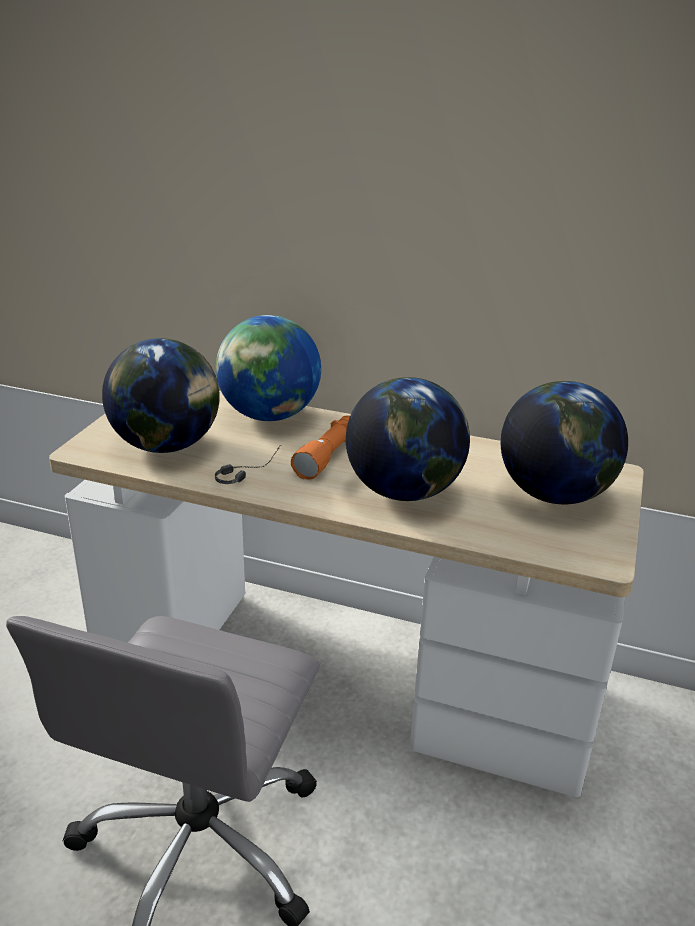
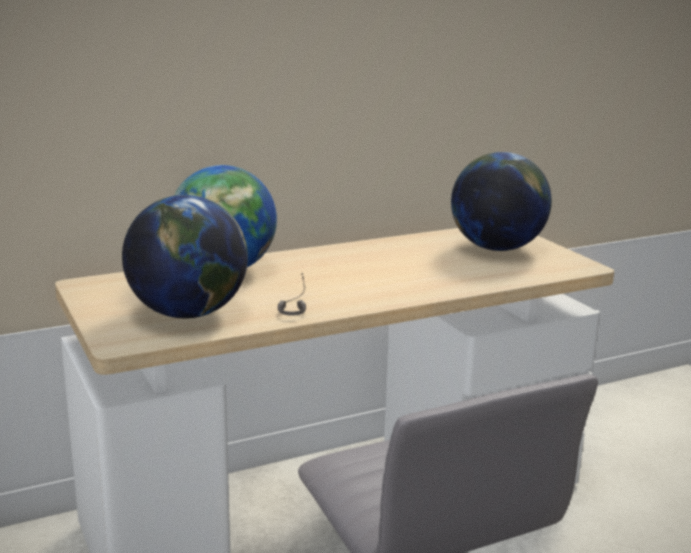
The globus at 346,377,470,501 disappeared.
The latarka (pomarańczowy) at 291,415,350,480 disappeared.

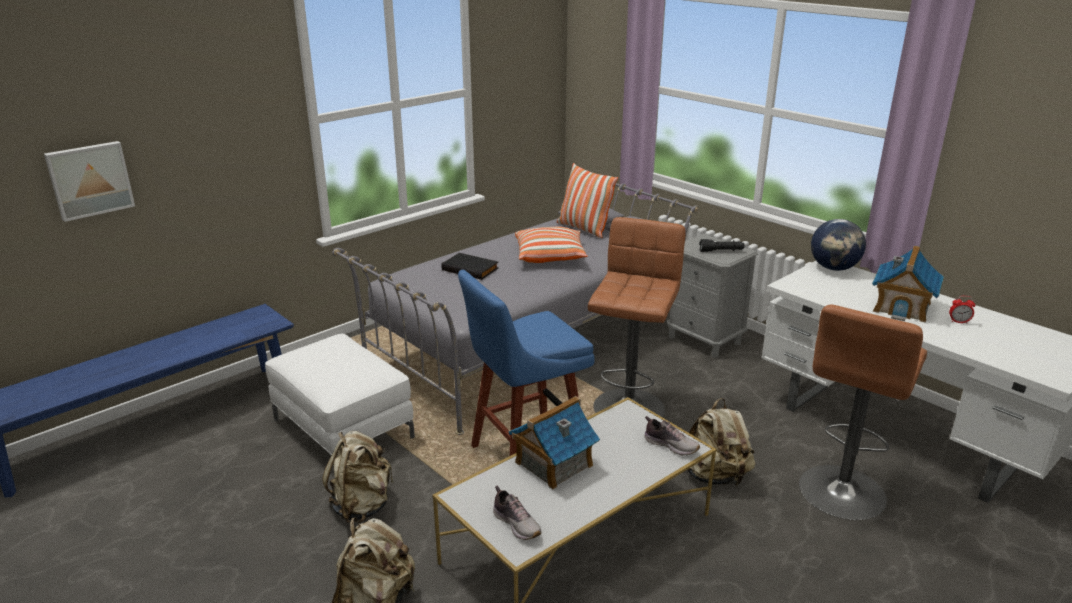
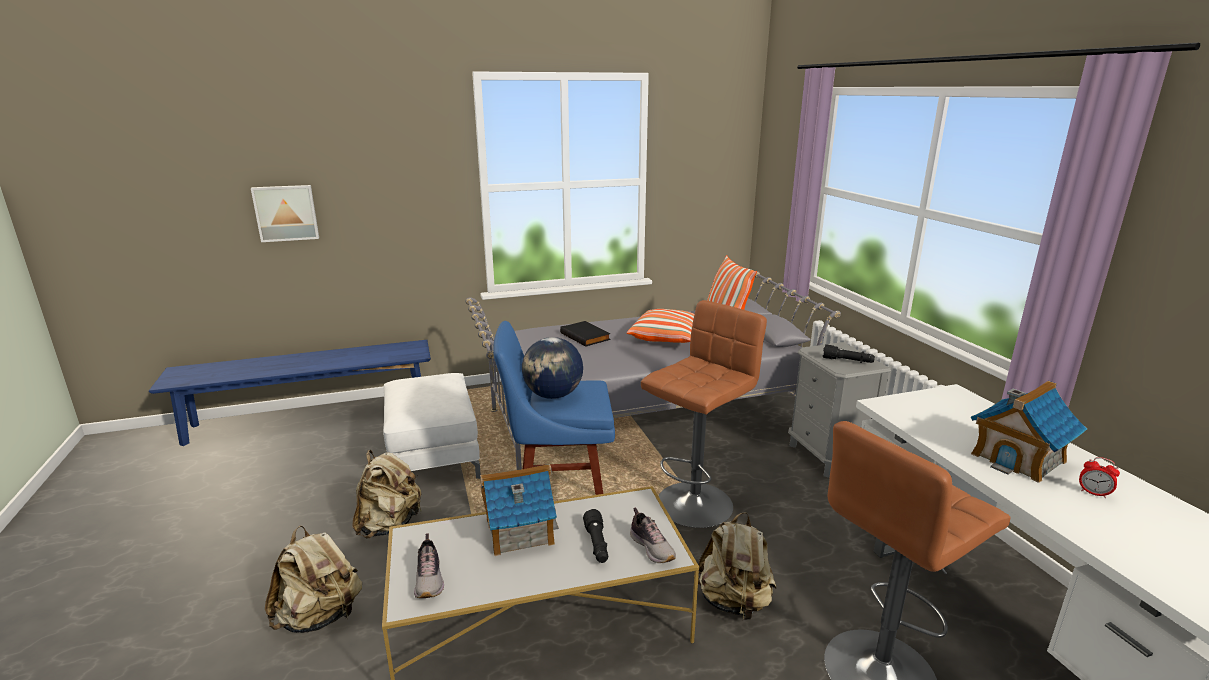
The globus moved from 811,219,866,271 to 522,337,583,399.
The latarka (czarny) at 583,509,608,563 appeared.

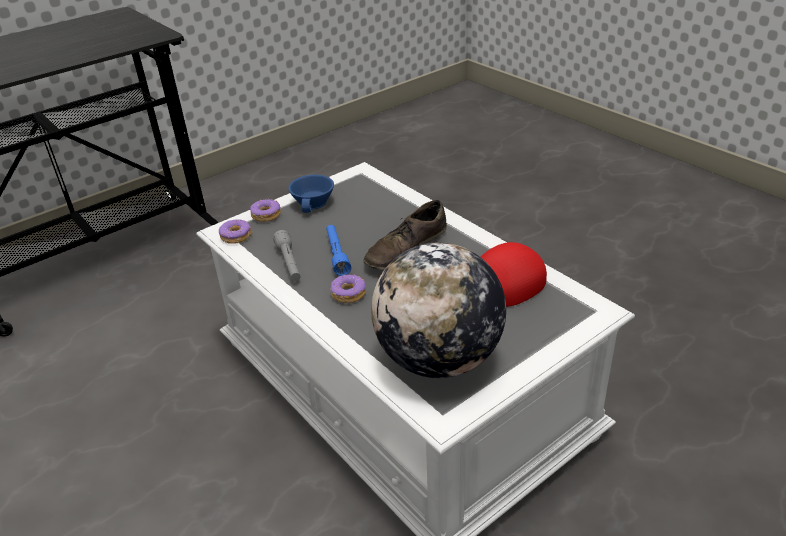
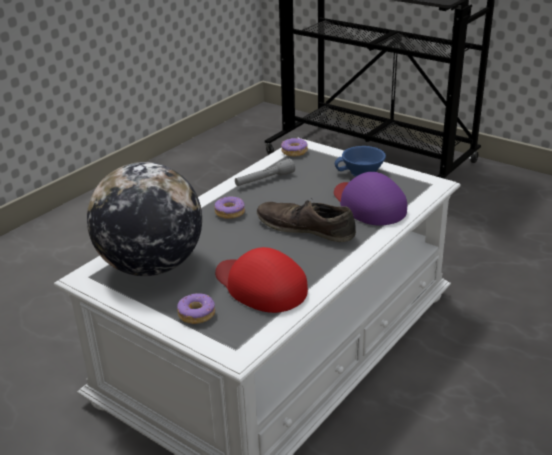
The donut moved from 250,199,281,222 to 177,293,215,324.
The latarka (niebieski) at 326,225,351,276 disappeared.
The czapka z daszkiem (fioletowy) at 334,172,407,225 appeared.

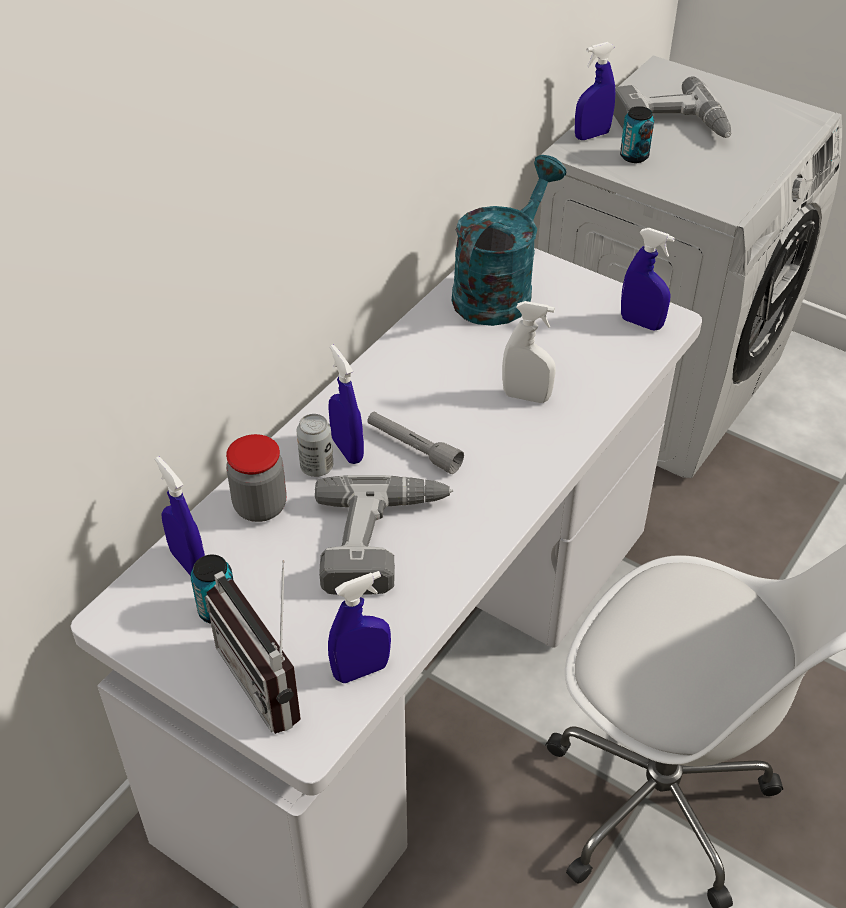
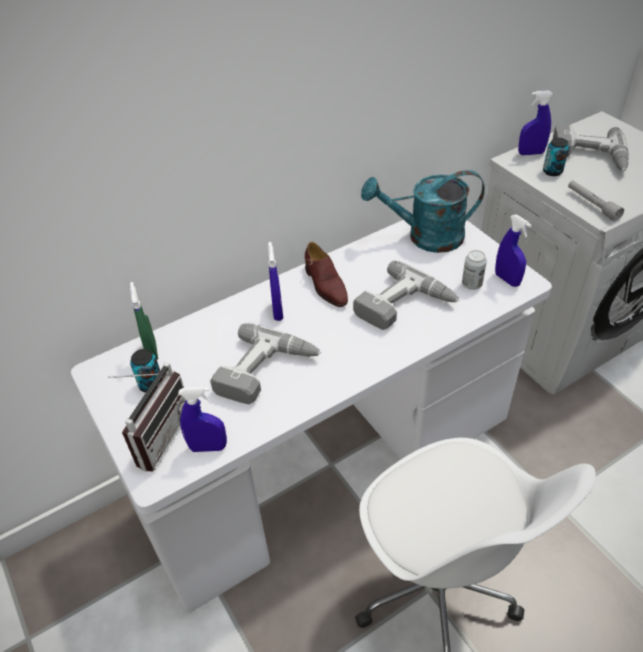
The konewka (turkusowy) at 452,155,567,326 turned 150 degrees counterclockwise.
The spryskiwacz (biały) at 502,301,556,403 was replaced by the wiertarka at 353,261,459,330.
The latarka (szary) moved from 367,412,464,474 to 568,181,624,221.
The puszka moved from 297,414,333,477 to 462,250,487,290.
The słoik at 226,434,286,522 disappeared.
The spryskiwacz (niebieski) at 155,456,205,576 became the spryskiwacz (zielony) at 130,282,158,360.
The radio at 205,560,301,734 turned 150 degrees counterclockwise.
The but (brązowy) at 305,242,348,307 appeared.

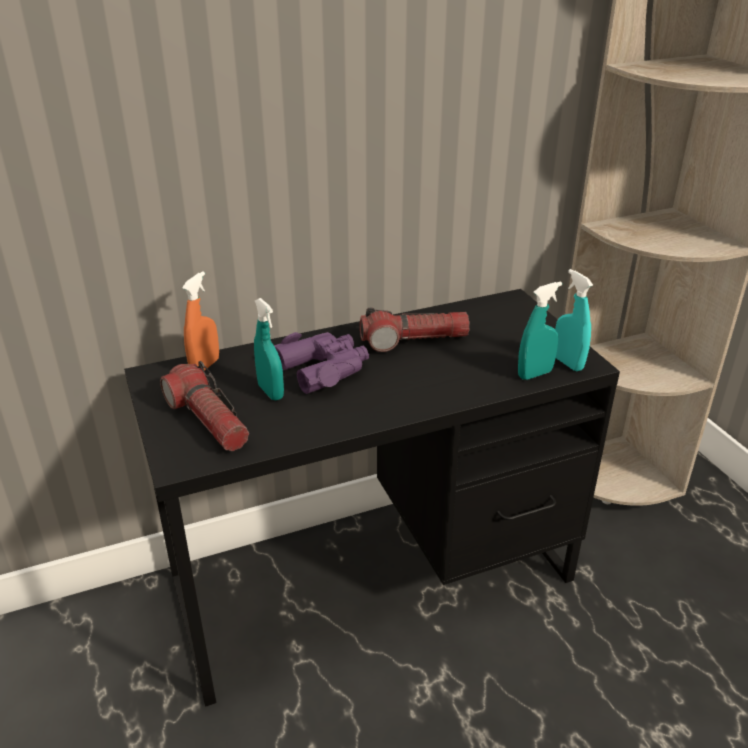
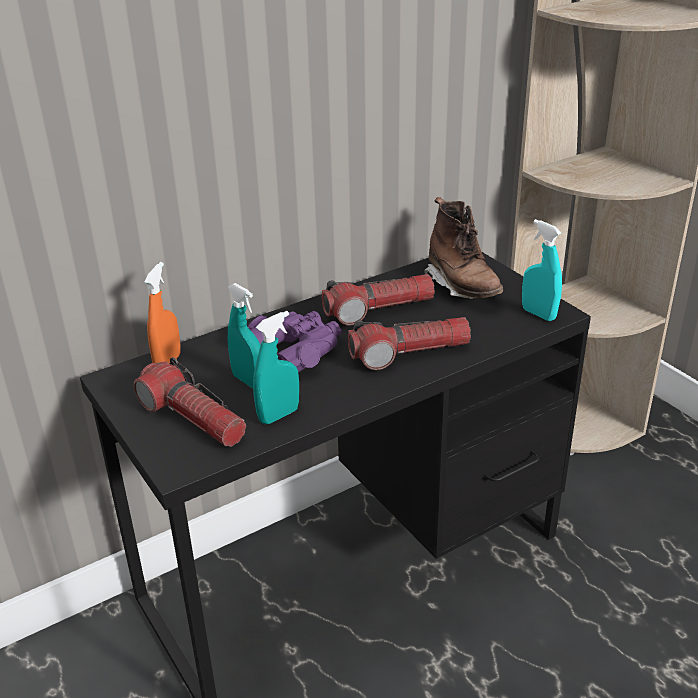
The spryskiwacz (turkusowy) moved from 518,281,562,380 to 253,311,299,424.
The but z cholewką (brązowy) at 424,197,503,299 appeared.
The latarka at 348,317,471,370 appeared.

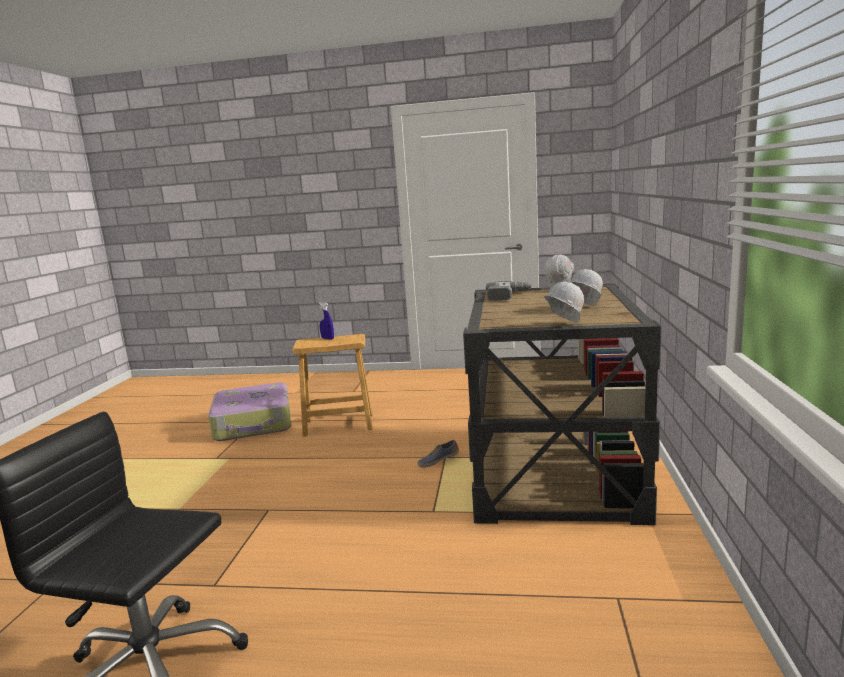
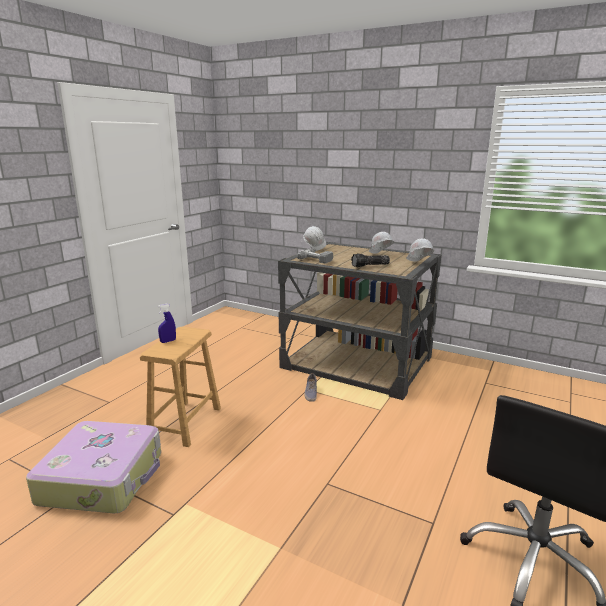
The latarka at 351,254,390,267 appeared.

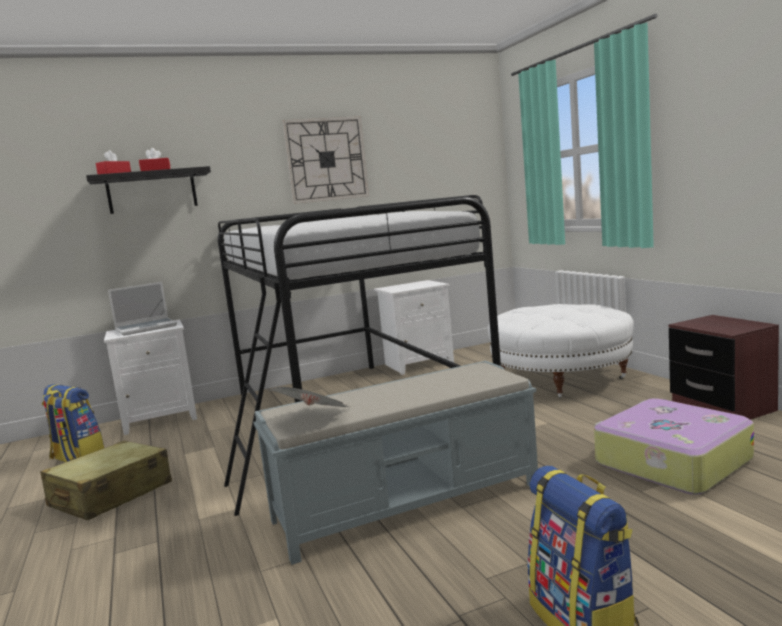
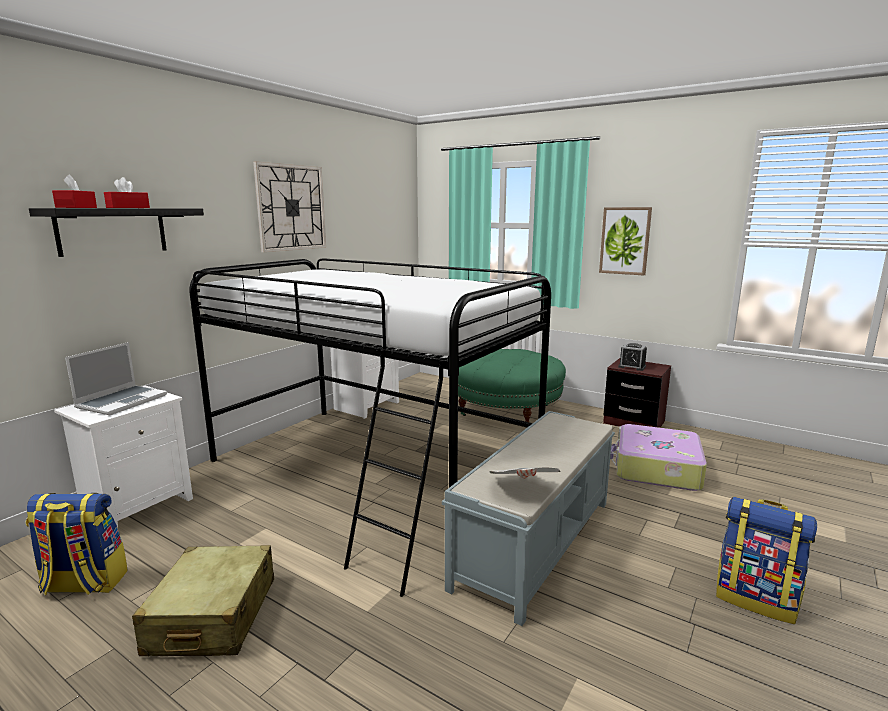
The pufa (biały) at 488,304,634,398 became the pufa (zielony) at 458,349,566,423.
The obraz at 599,207,652,275 appeared.
The budzik at 618,343,647,371 appeared.

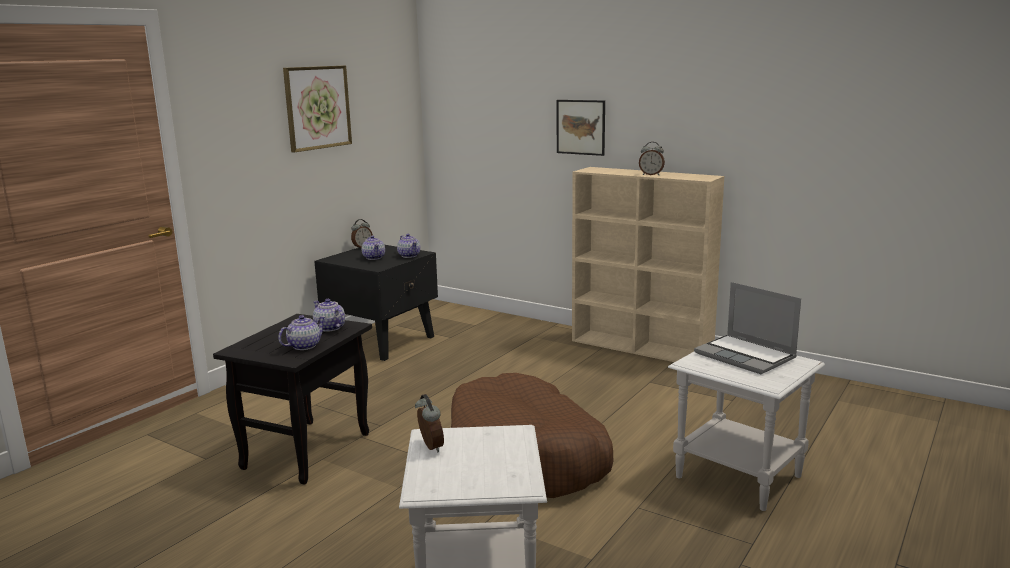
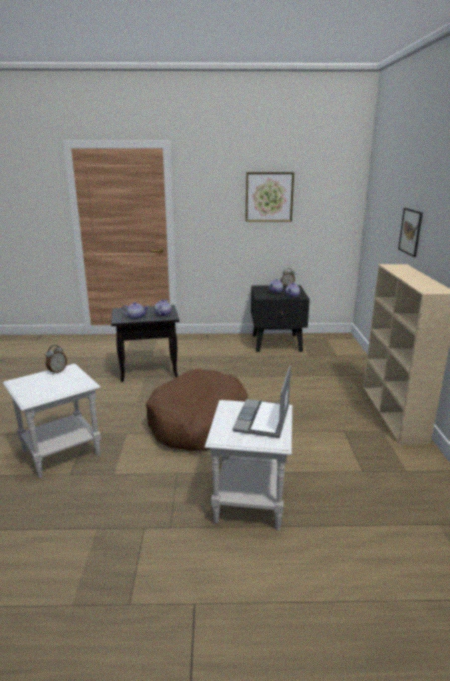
The budzik at 639,142,665,175 disappeared.

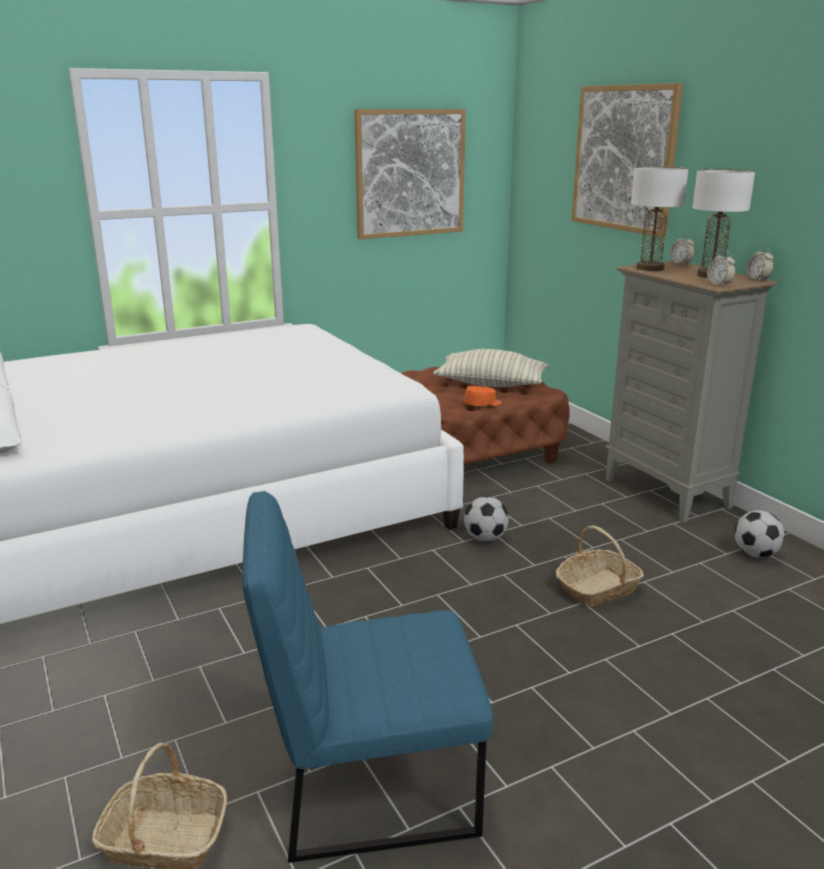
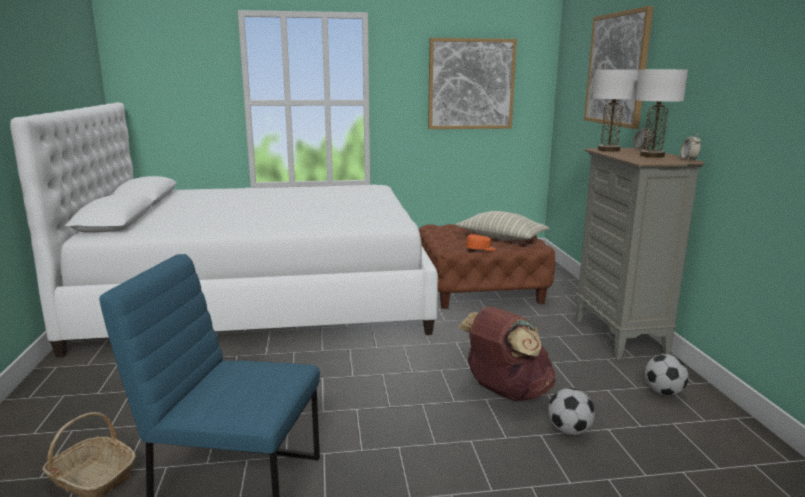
The budzik at 707,252,736,286 disappeared.
The piłka futbolowa moved from 464,496,509,542 to 548,388,595,435.
The koszyk at 556,526,644,607 was replaced by the plecak (brązowy) at 457,307,556,401.

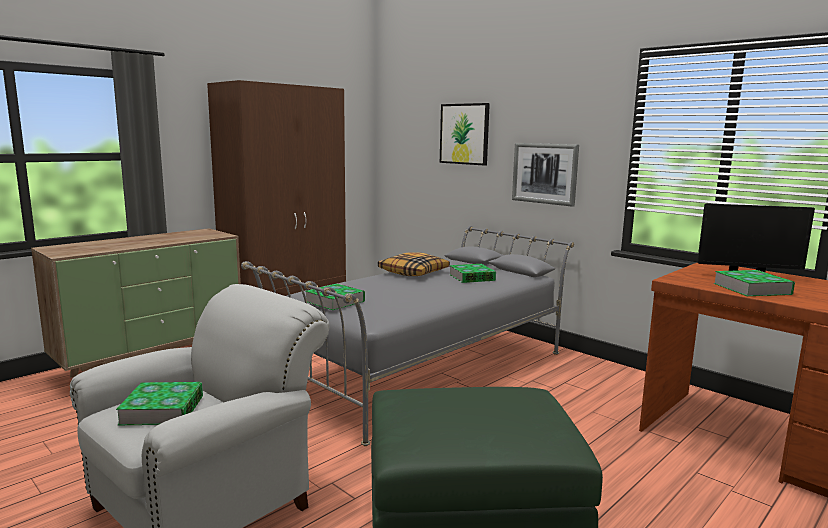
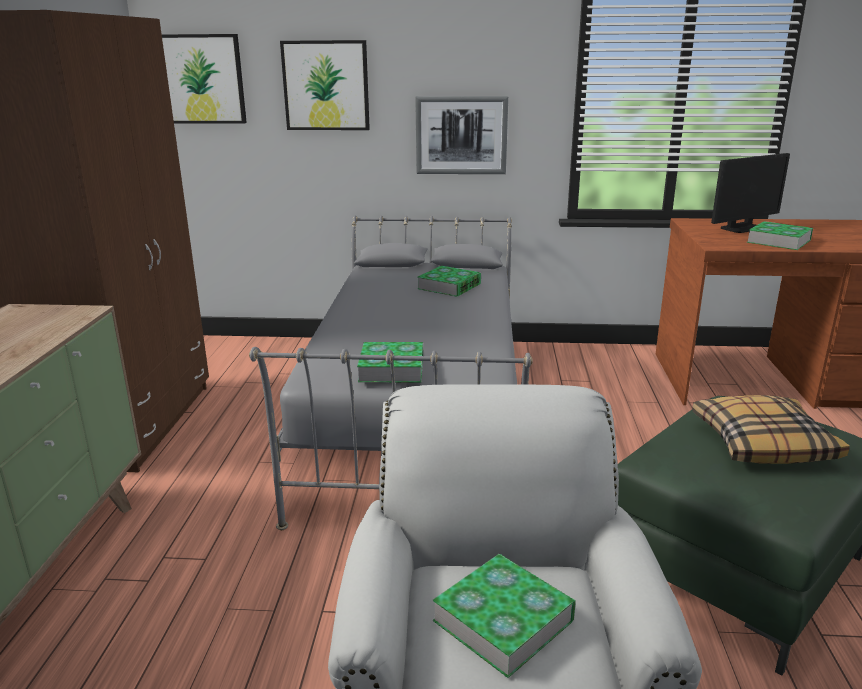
The poduszka moved from 378,252,450,276 to 692,395,850,464.
The obraz at 162,34,247,123 appeared.

